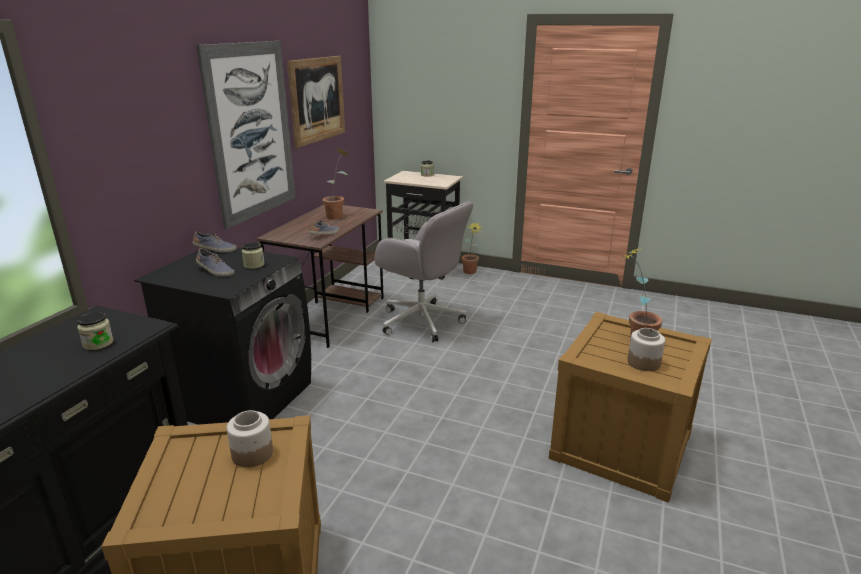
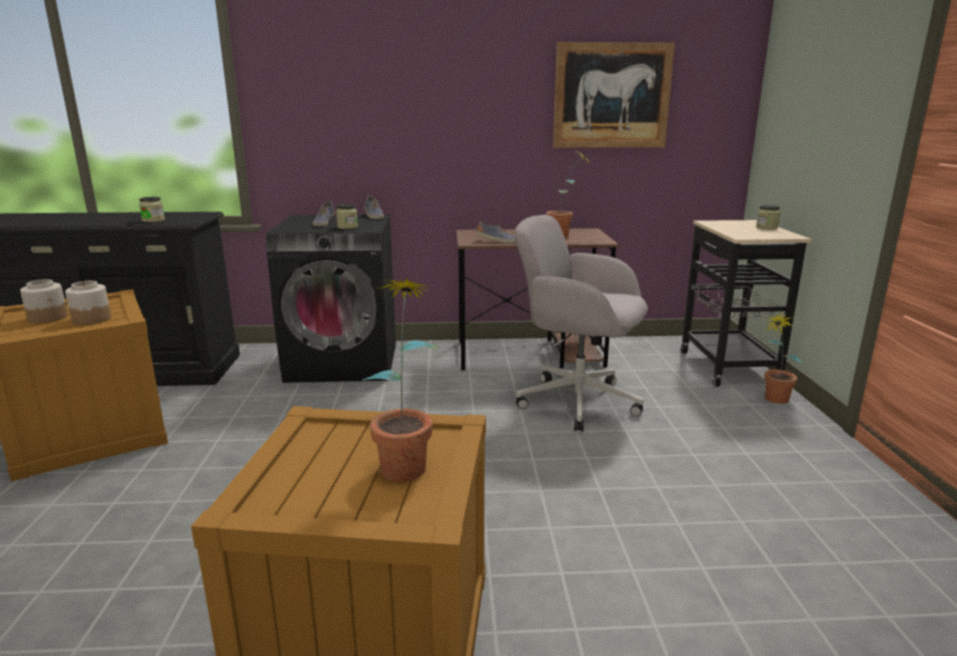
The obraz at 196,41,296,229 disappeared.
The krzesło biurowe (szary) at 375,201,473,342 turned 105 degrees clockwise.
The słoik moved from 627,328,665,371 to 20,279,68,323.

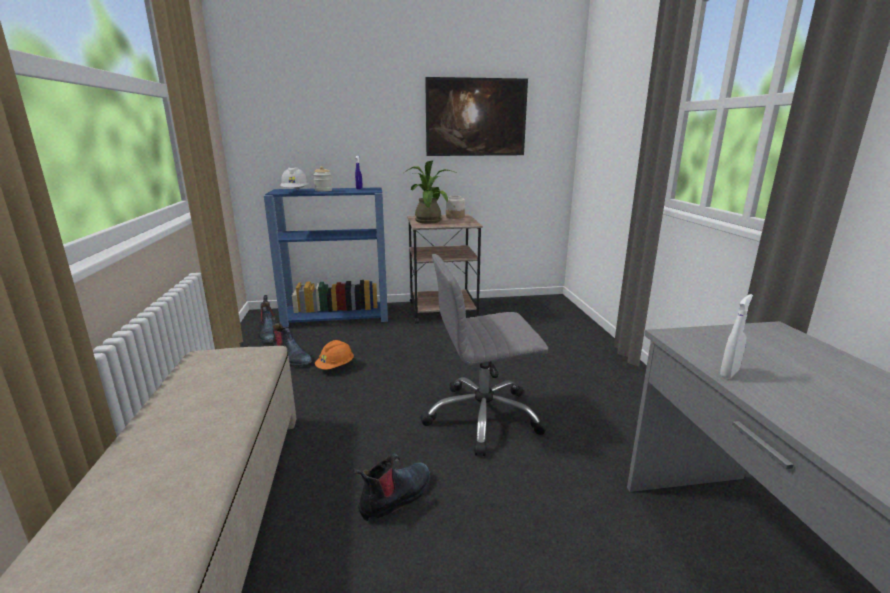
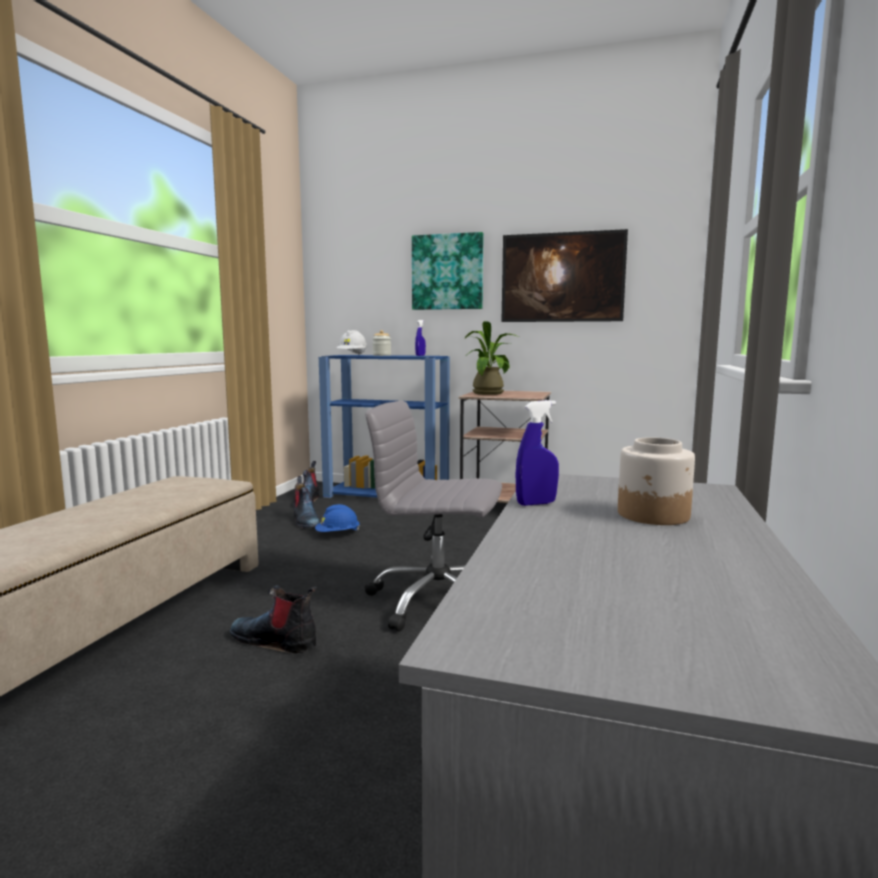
The słoik moved from 446,196,465,219 to 618,437,695,525.
The spryskiwacz (biały) at 720,294,753,378 became the spryskiwacz (niebieski) at 516,400,559,506.
The kask (pomarańczowy) at 315,340,354,370 became the kask (niebieski) at 315,504,360,532.
The but z cholewką at 353,453,430,521 turned 135 degrees counterclockwise.
The obraz at 412,232,484,310 appeared.

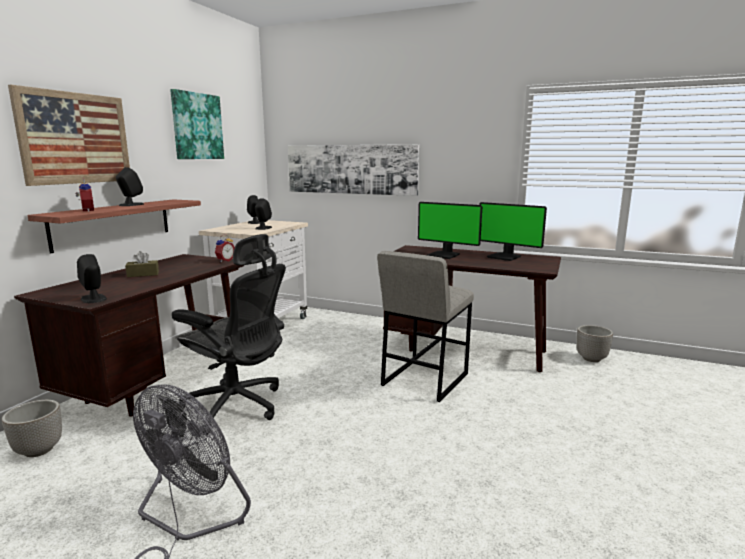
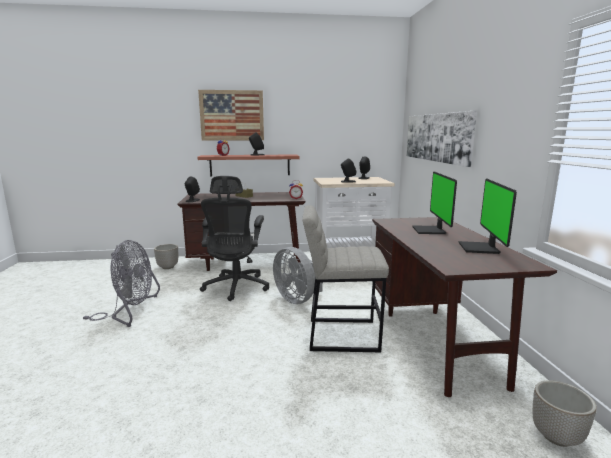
The obraz at 170,89,224,159 disappeared.
The wentylator (szary) at 273,247,323,304 appeared.

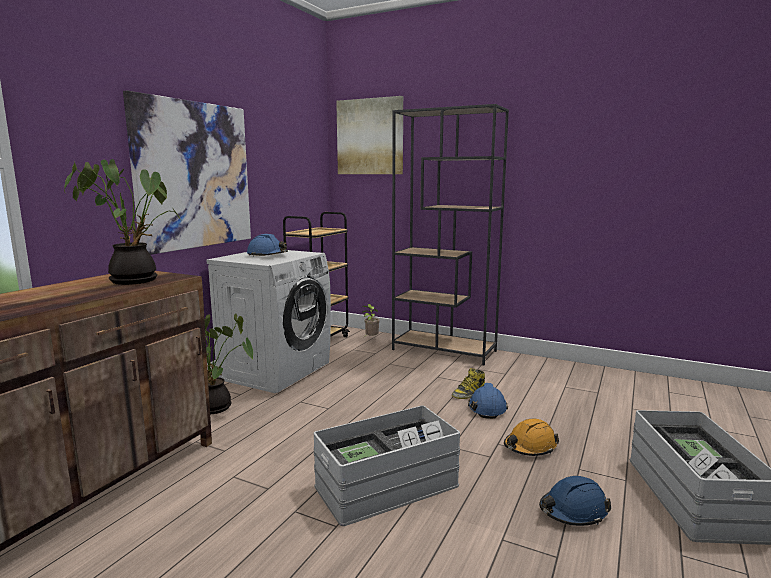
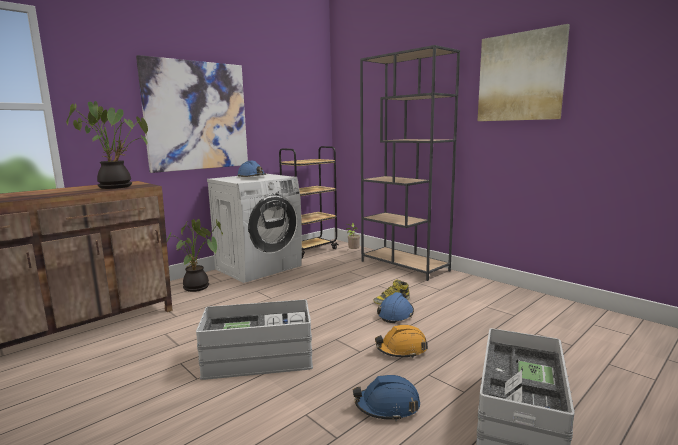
The obraz moved from 336,96,403,174 to 478,24,570,121.

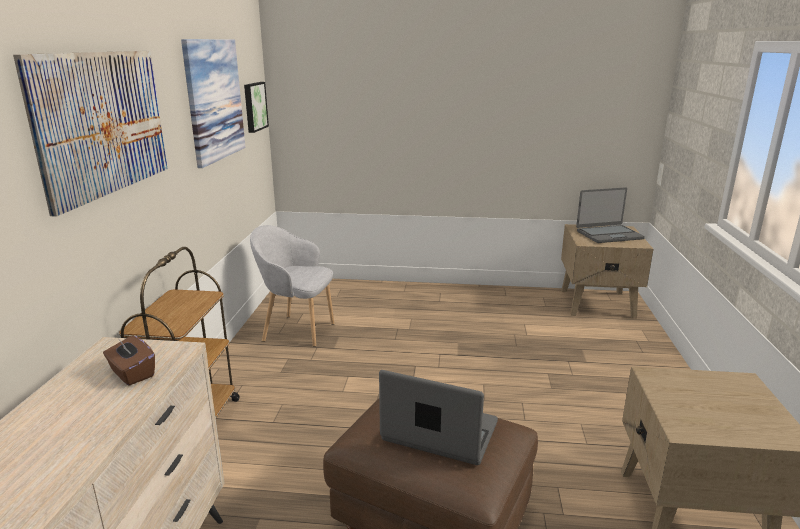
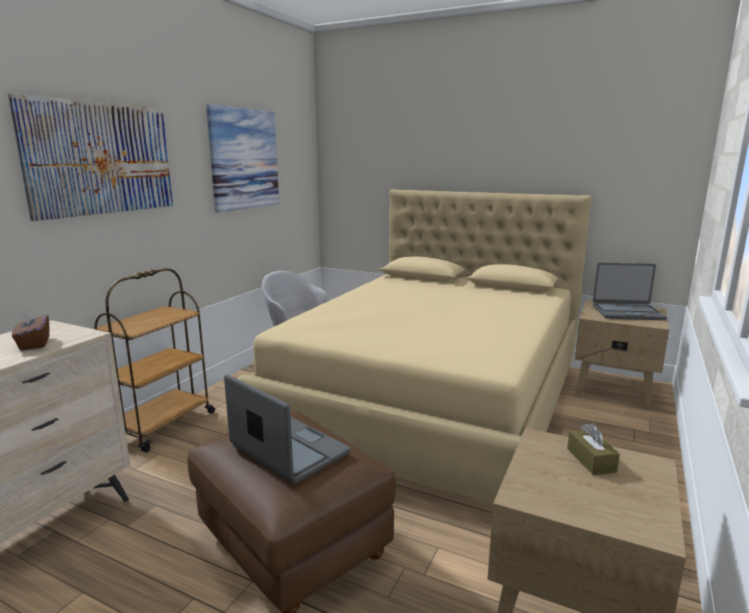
The obraz at 244,82,269,133 disappeared.
The łóżko (beżowy) at 238,189,592,505 appeared.
The pudełko chusteczek (brązowy) at 567,423,620,475 appeared.

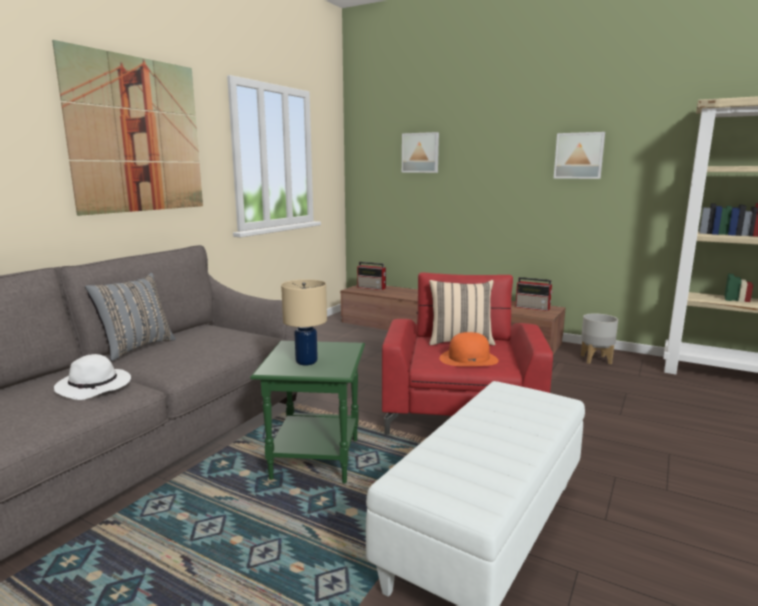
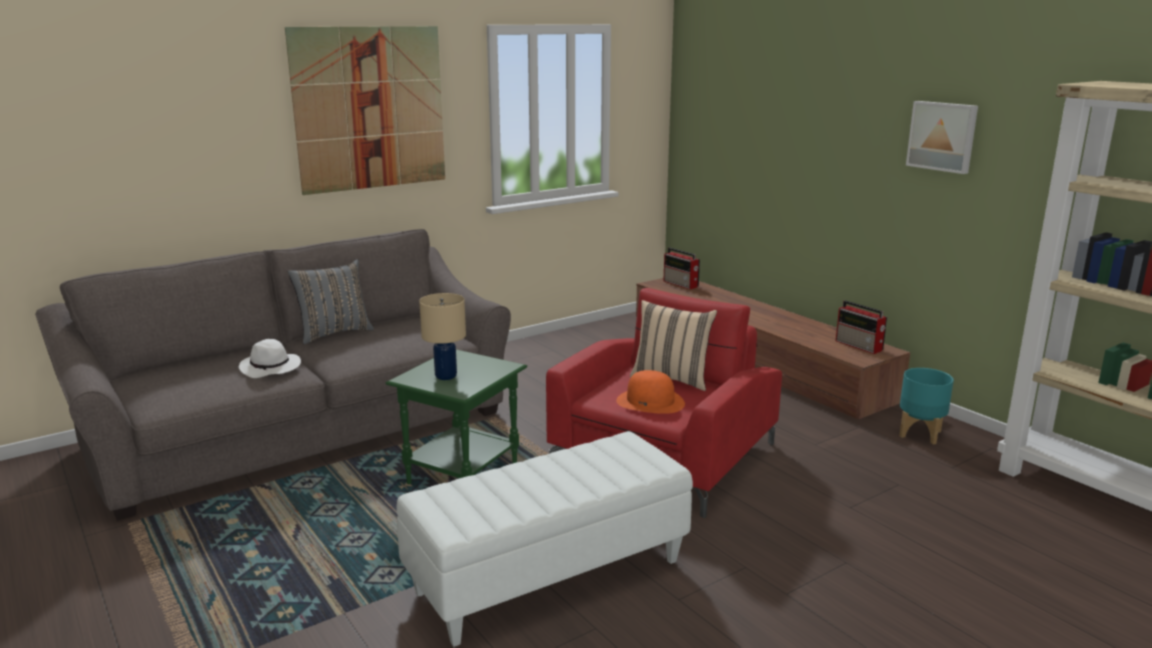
The obraz at 402,132,439,173 disappeared.
The donica (szary) at 581,313,618,364 became the donica (turkusowy) at 899,368,954,444.

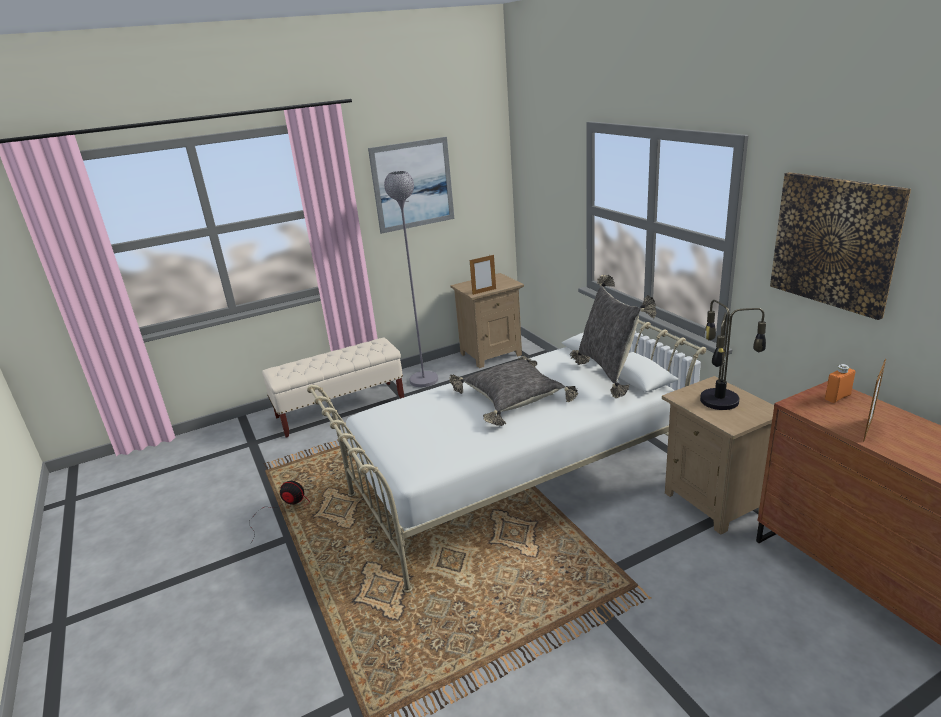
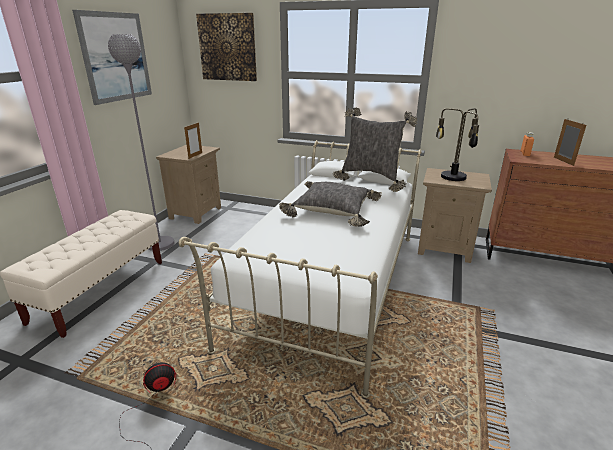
The obraz moved from 770,172,911,320 to 196,13,257,81.

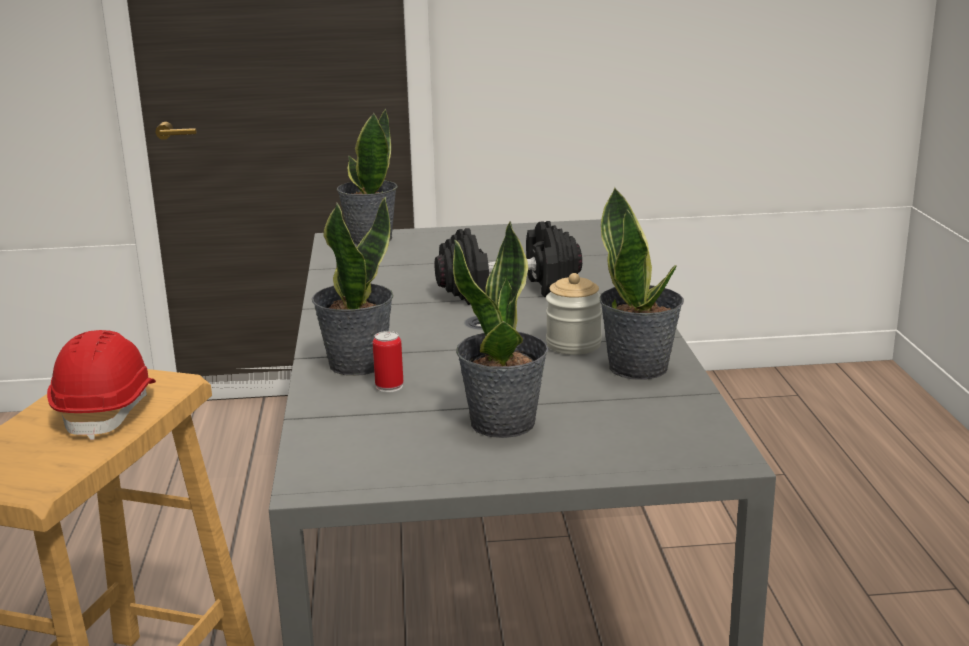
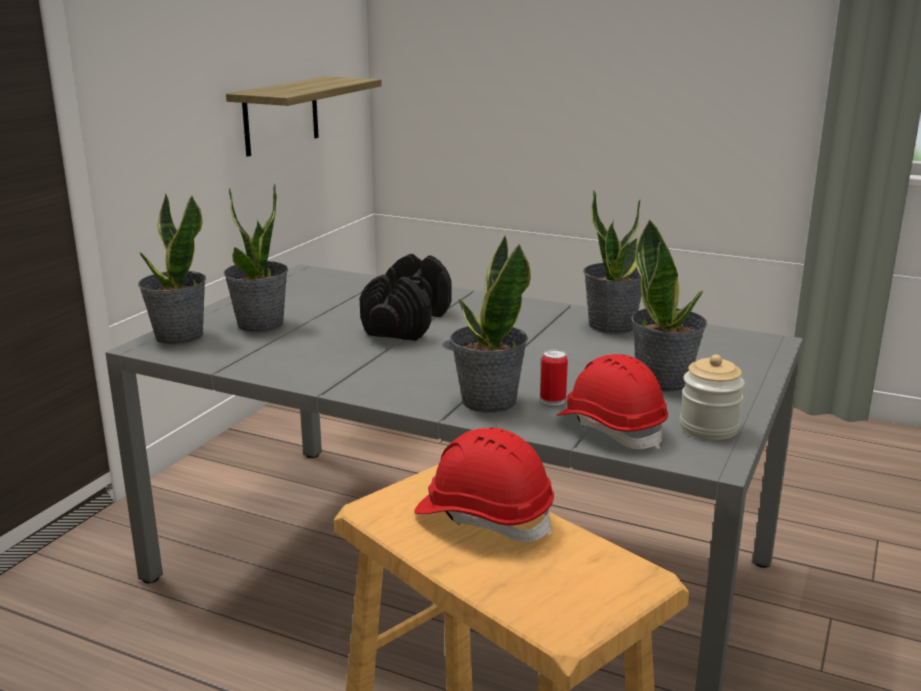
The słoik moved from 546,273,602,355 to 680,354,745,440.
The półka at 226,76,382,157 appeared.
The roślina doniczkowa at 224,183,288,332 appeared.
The kask (czerwony) at 557,354,668,449 appeared.

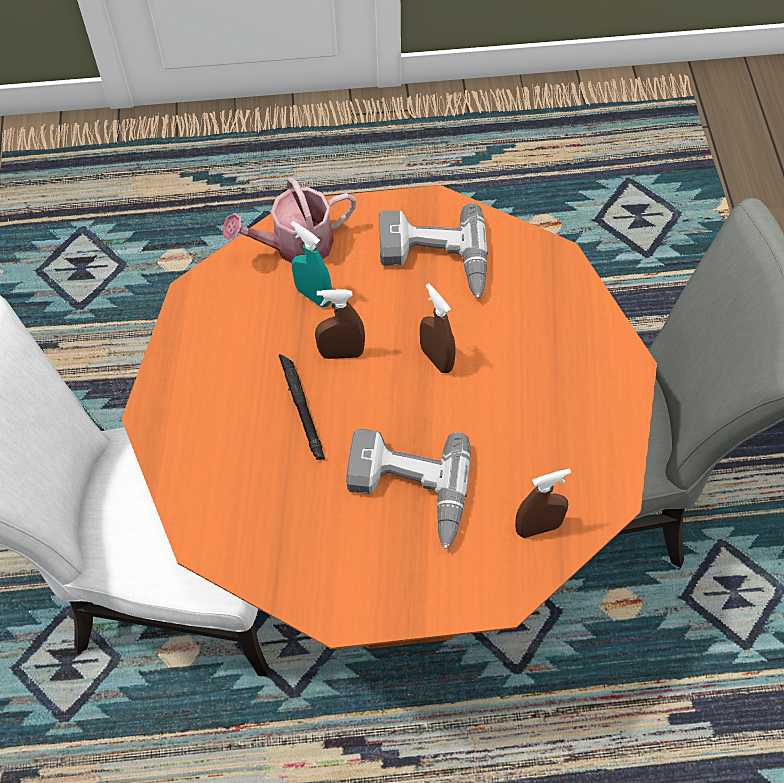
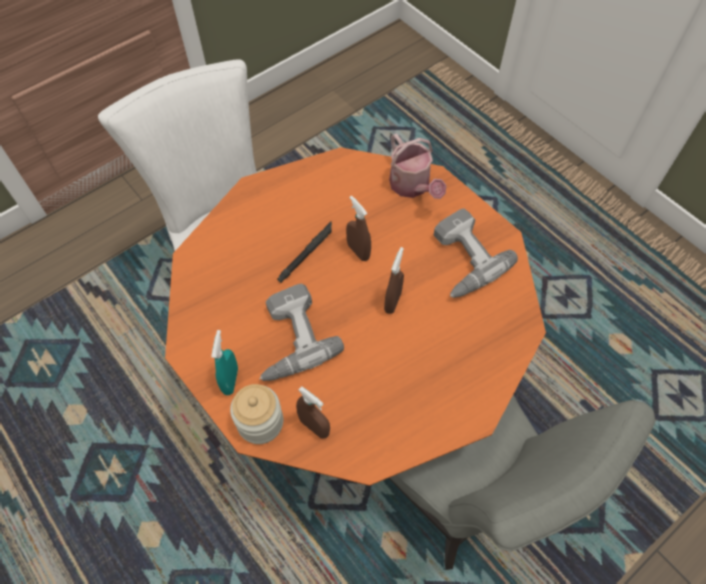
The konewka at 222,177,356,263 turned 150 degrees counterclockwise.
The spryskiwacz (turkusowy) moved from 291,221,332,307 to 211,330,238,395.
The słoik at 230,384,283,444 appeared.

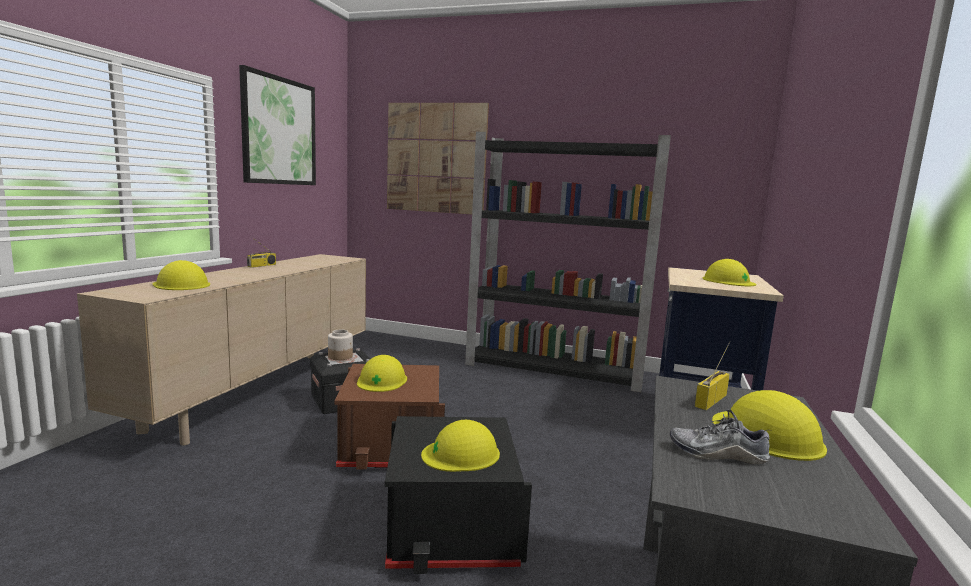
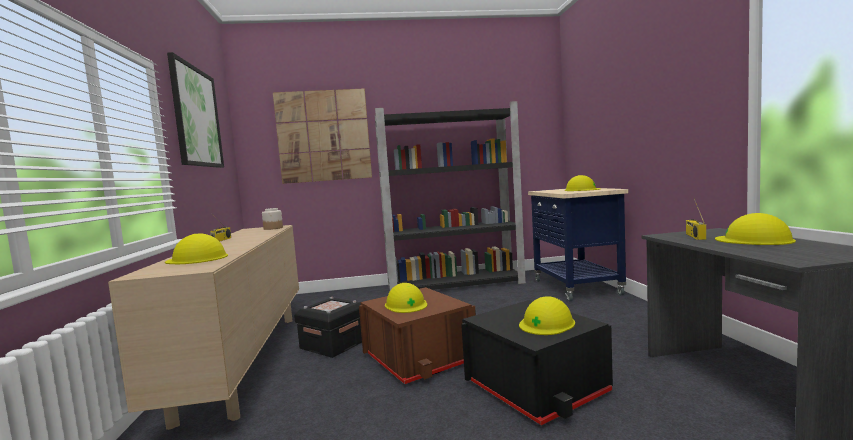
The słoik moved from 328,330,353,360 to 262,208,283,230.
The but at 670,409,770,464 disappeared.

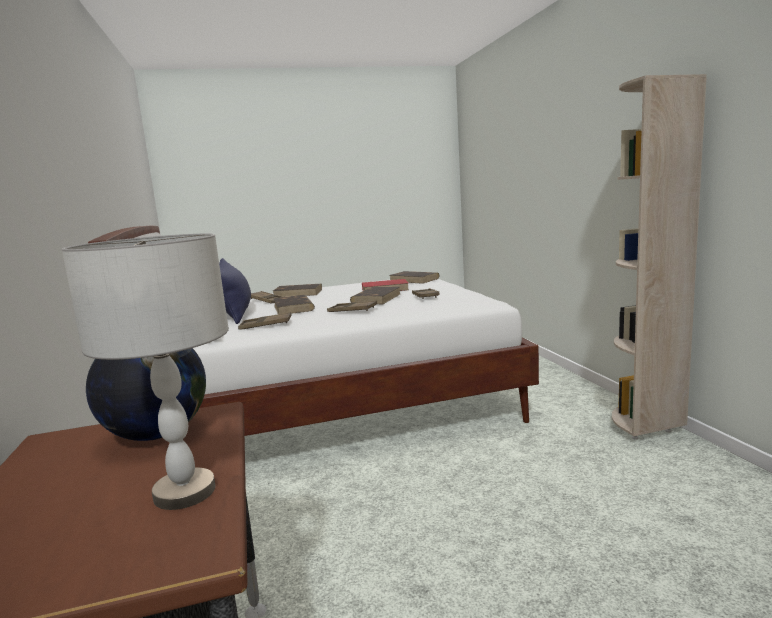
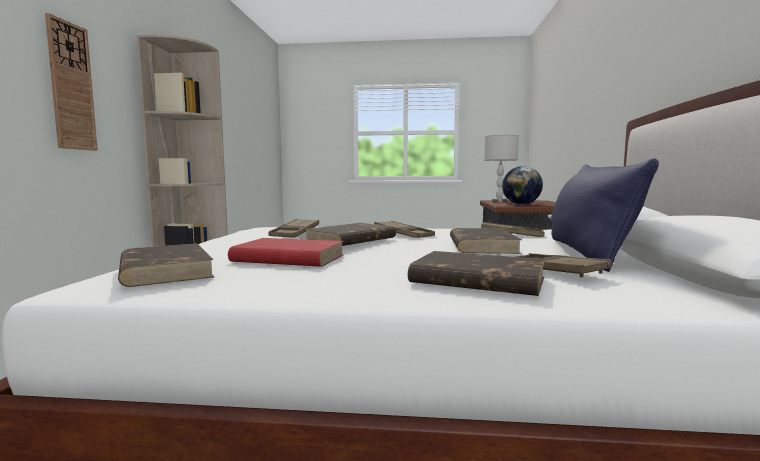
The zegar ścienny at 45,13,98,151 appeared.

